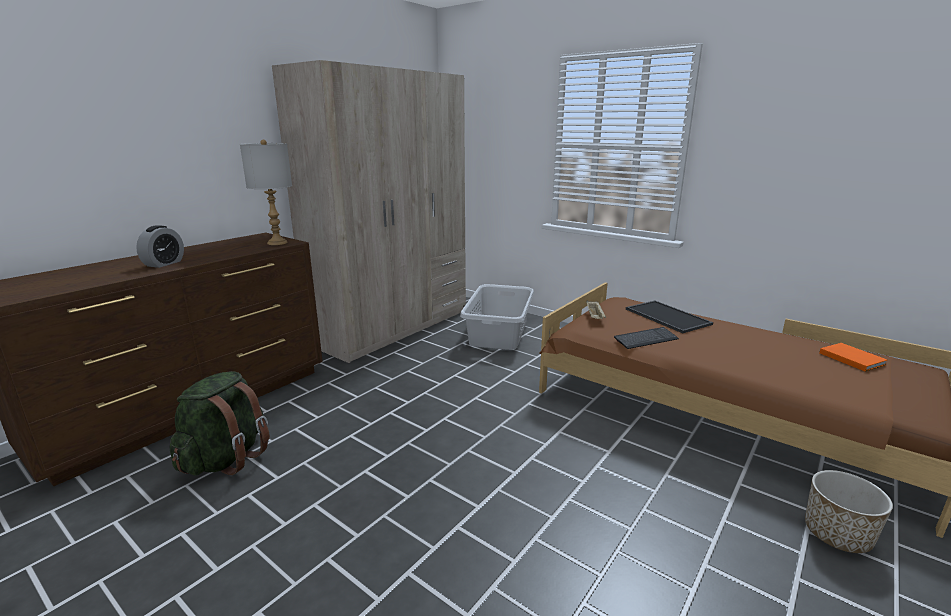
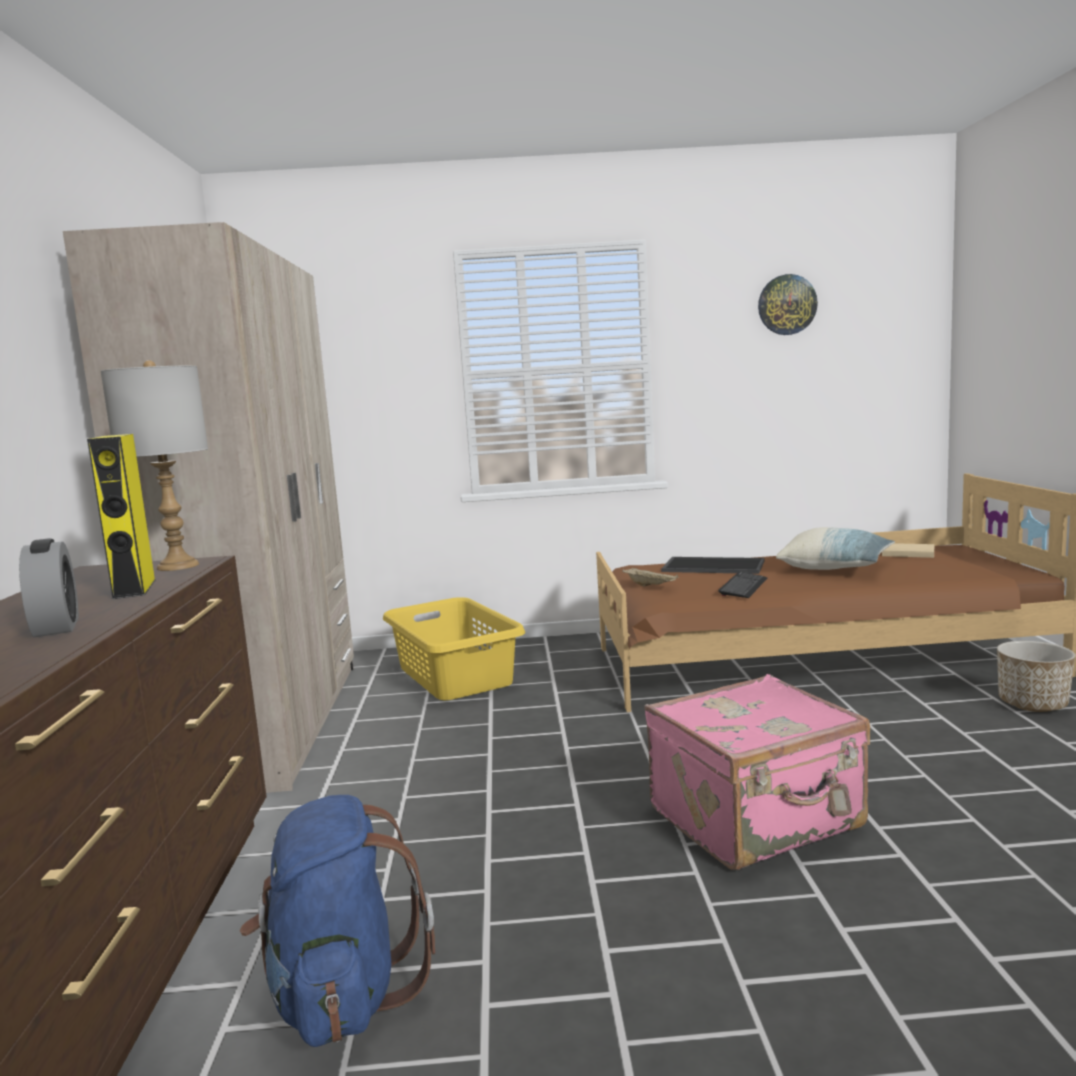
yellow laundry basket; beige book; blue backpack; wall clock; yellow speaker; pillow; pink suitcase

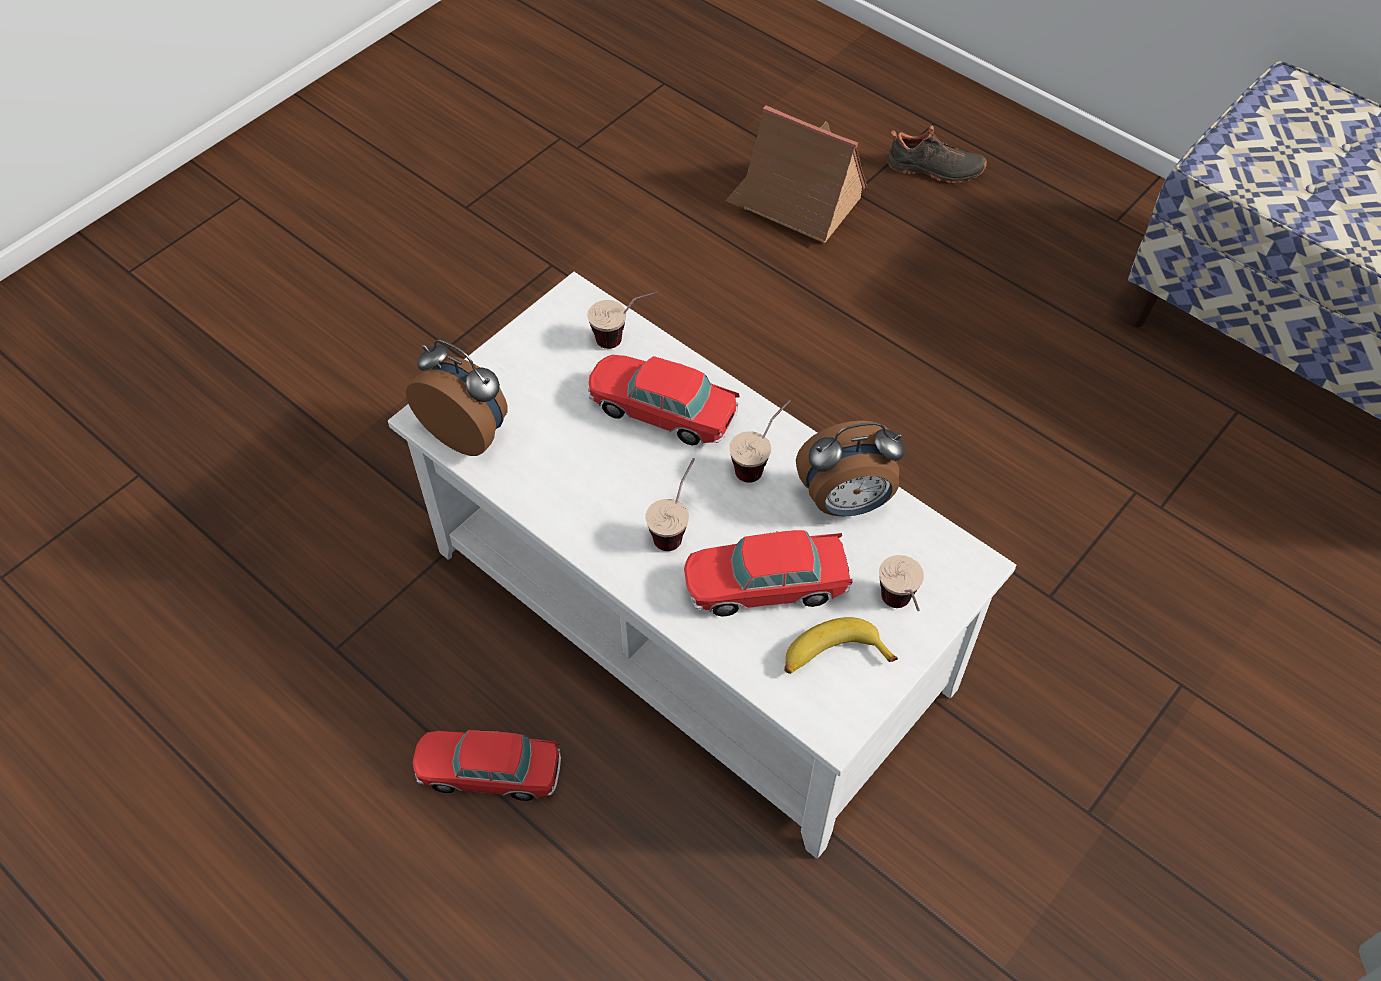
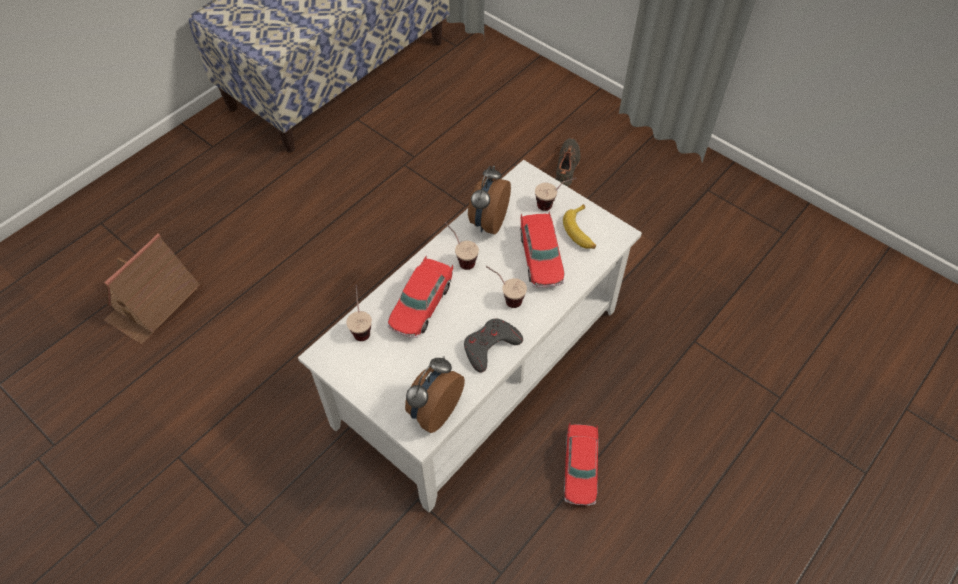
black shoe; alarm clock (2nd from left); grey game controller

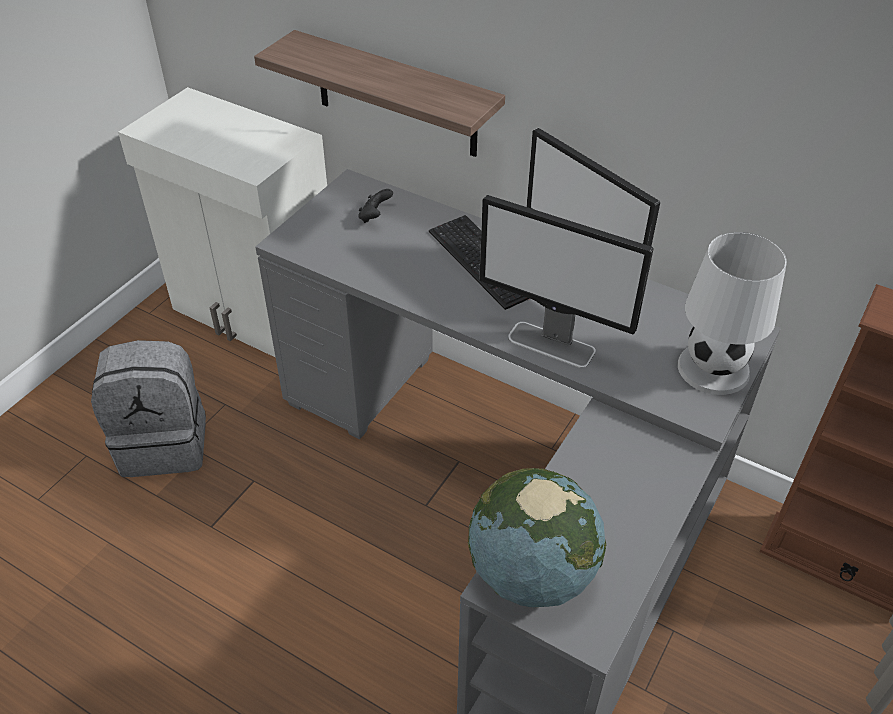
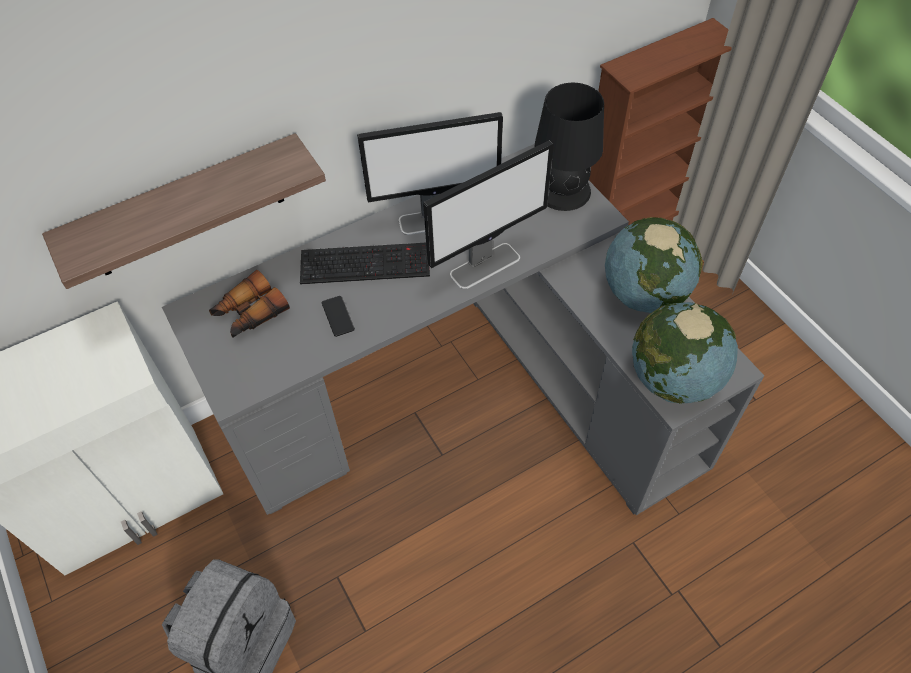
binoculars; black table lamp; globe (1st from left); phone

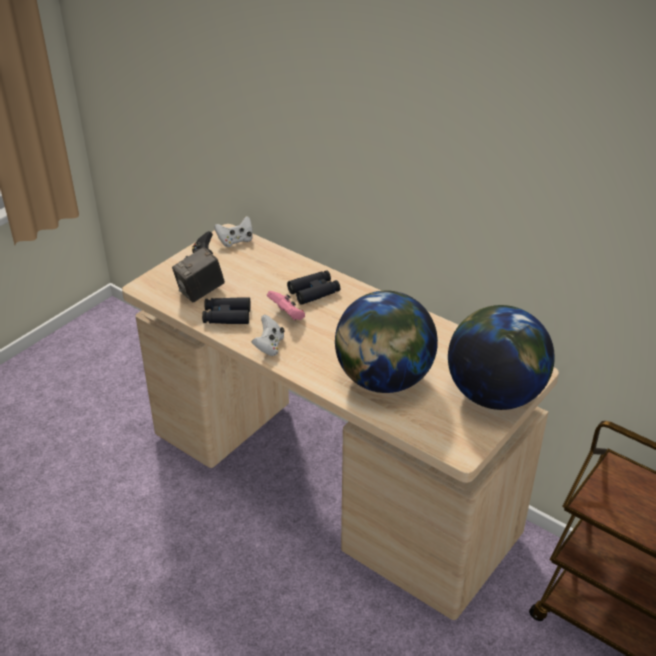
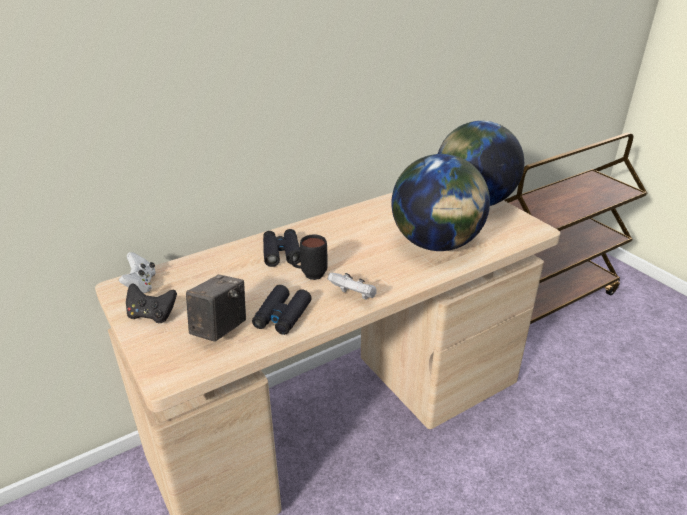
photo camera; black mug

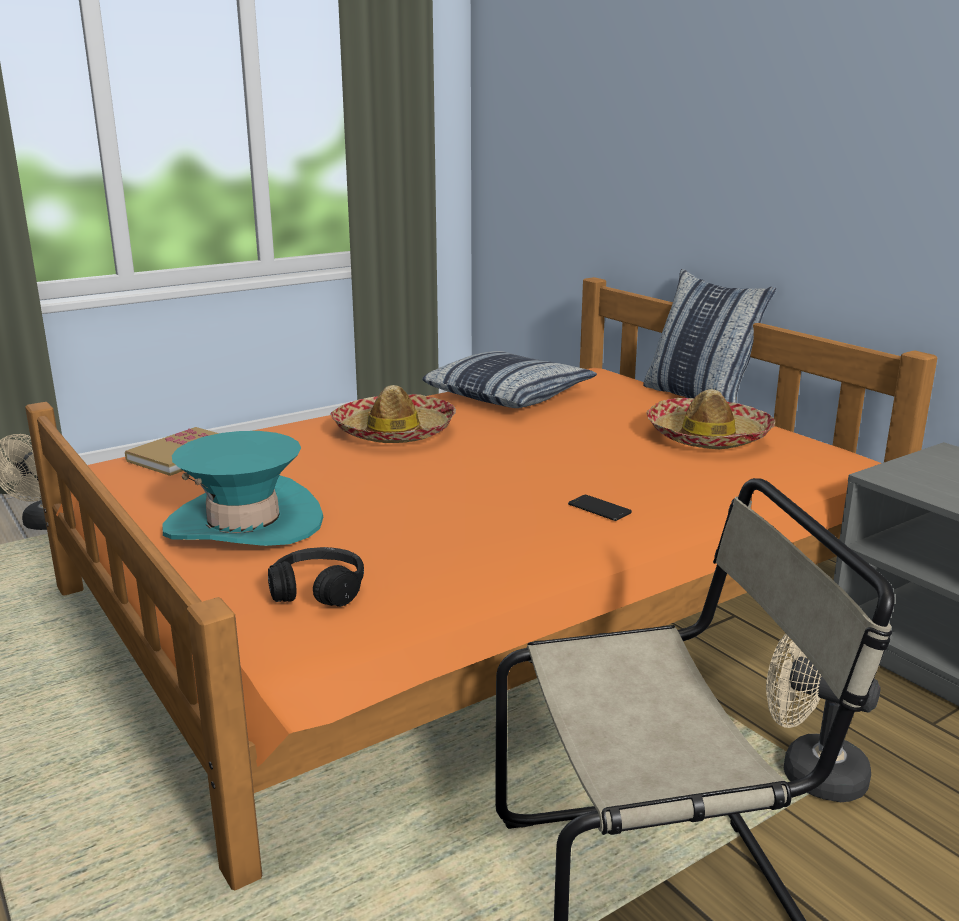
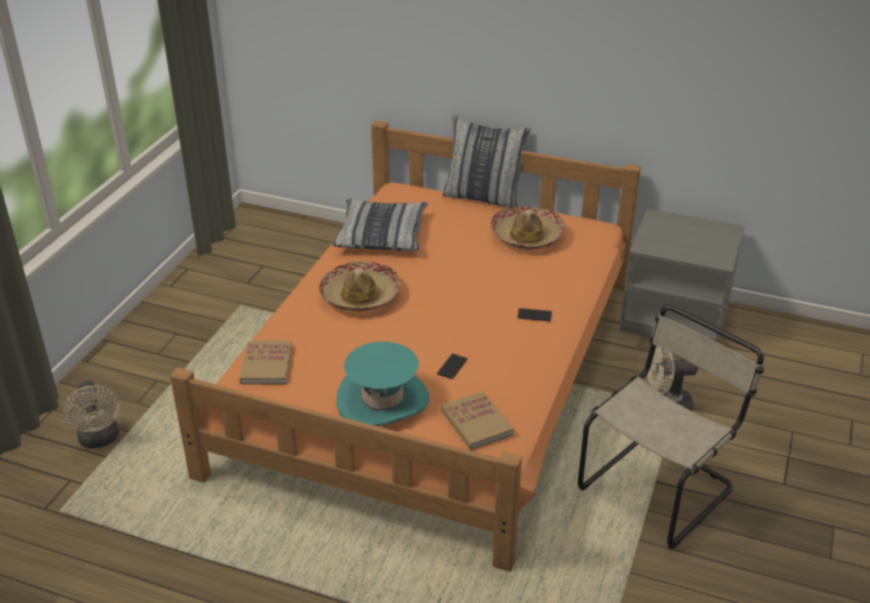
book (2nd from left); phone (1st from left)

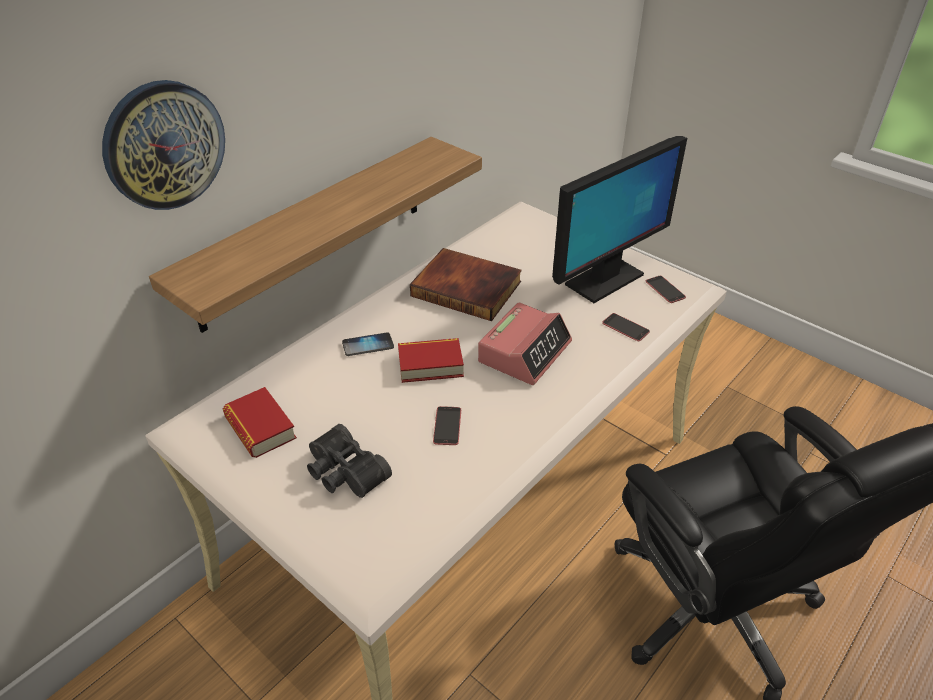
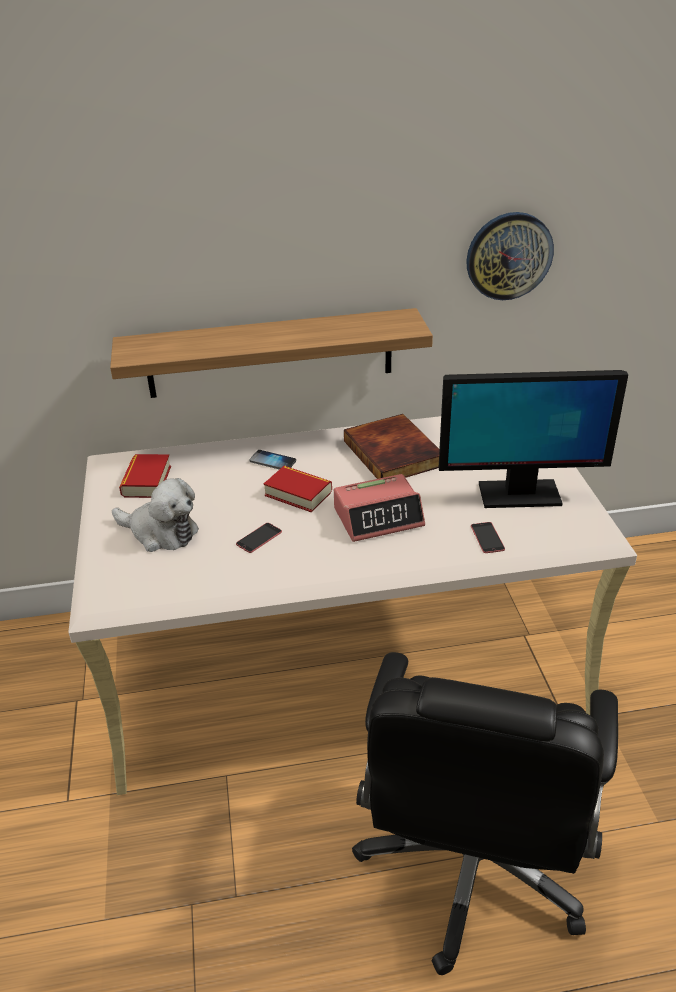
wall clock; phone (4th from left in the first image); plush toy

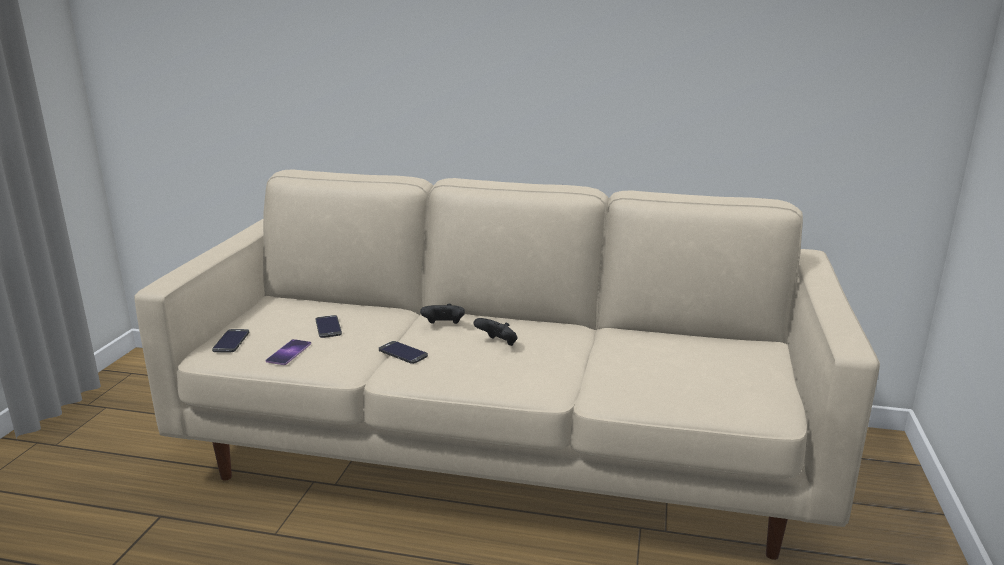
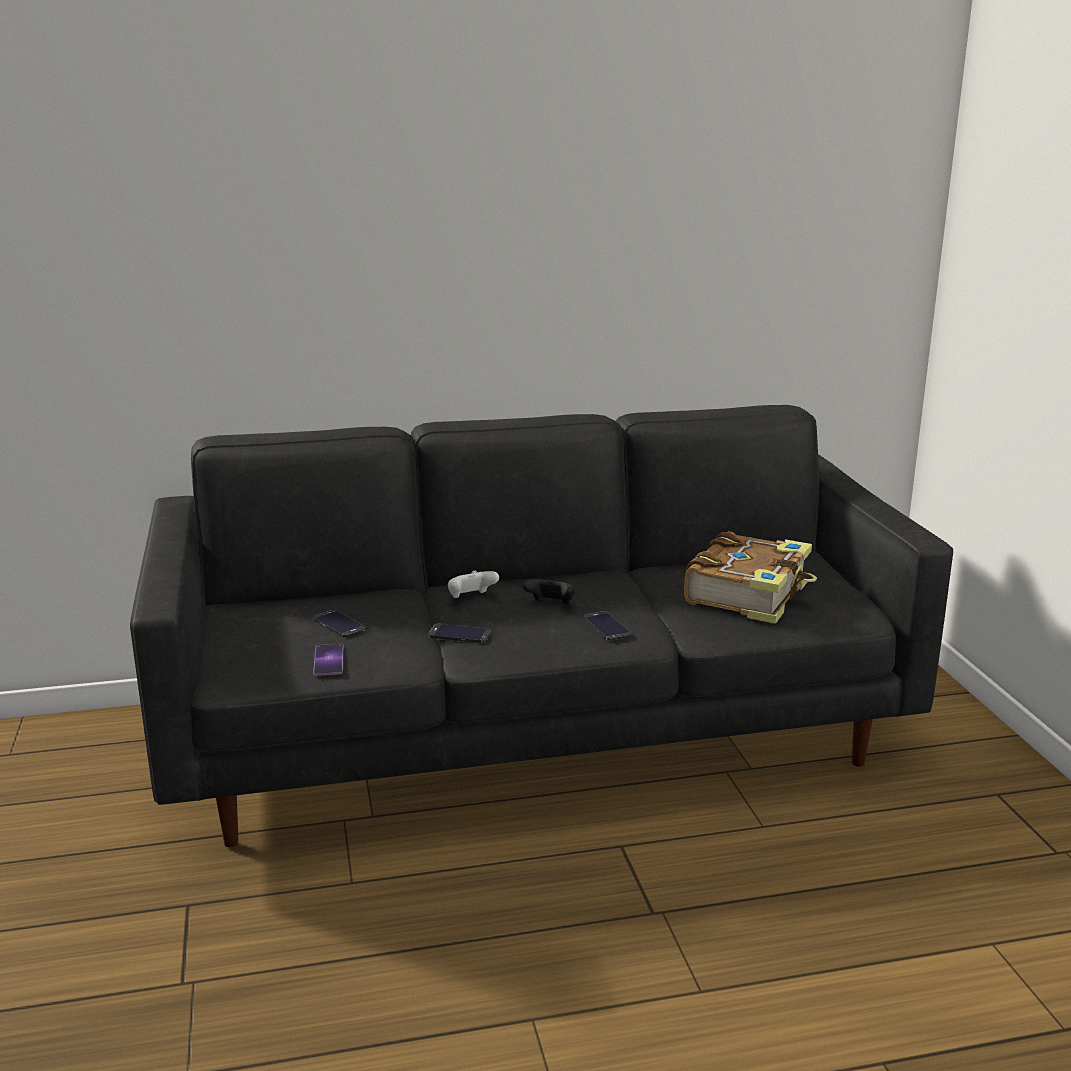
black sofa; white game controller; phone (4th from left); book

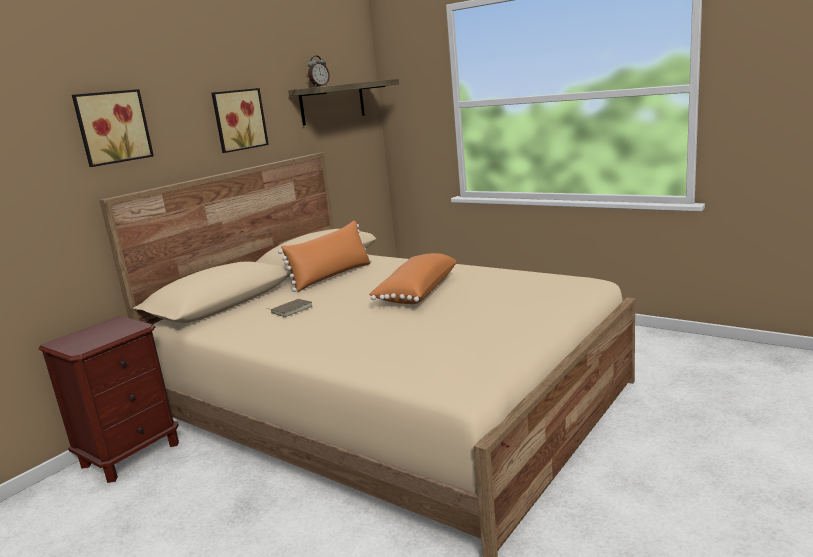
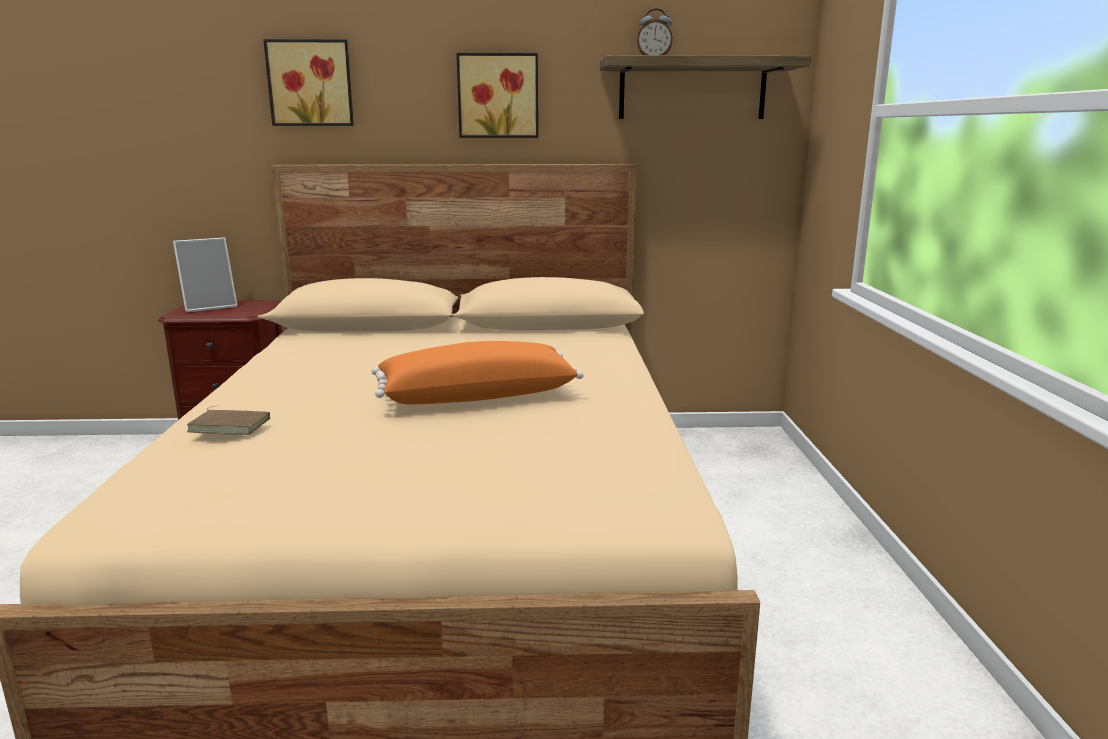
orange pillow (1st from left in the first image); brown book; picture frame

